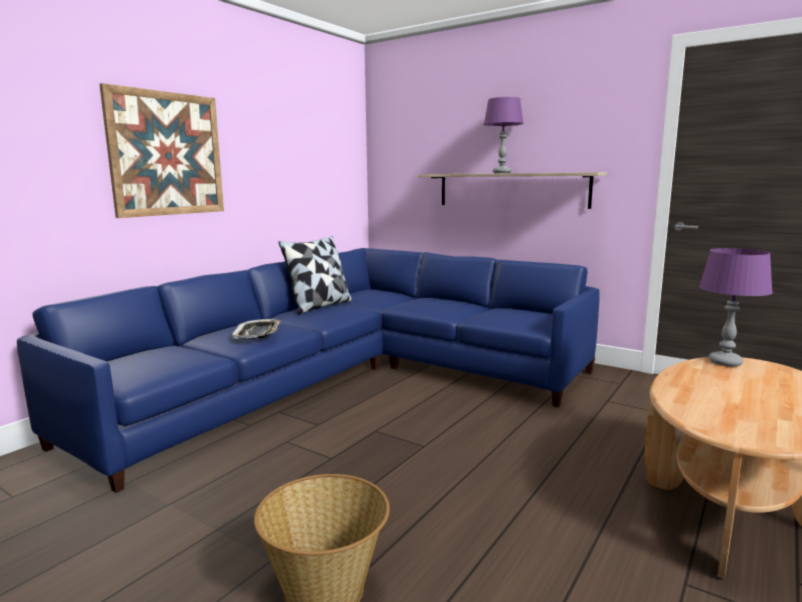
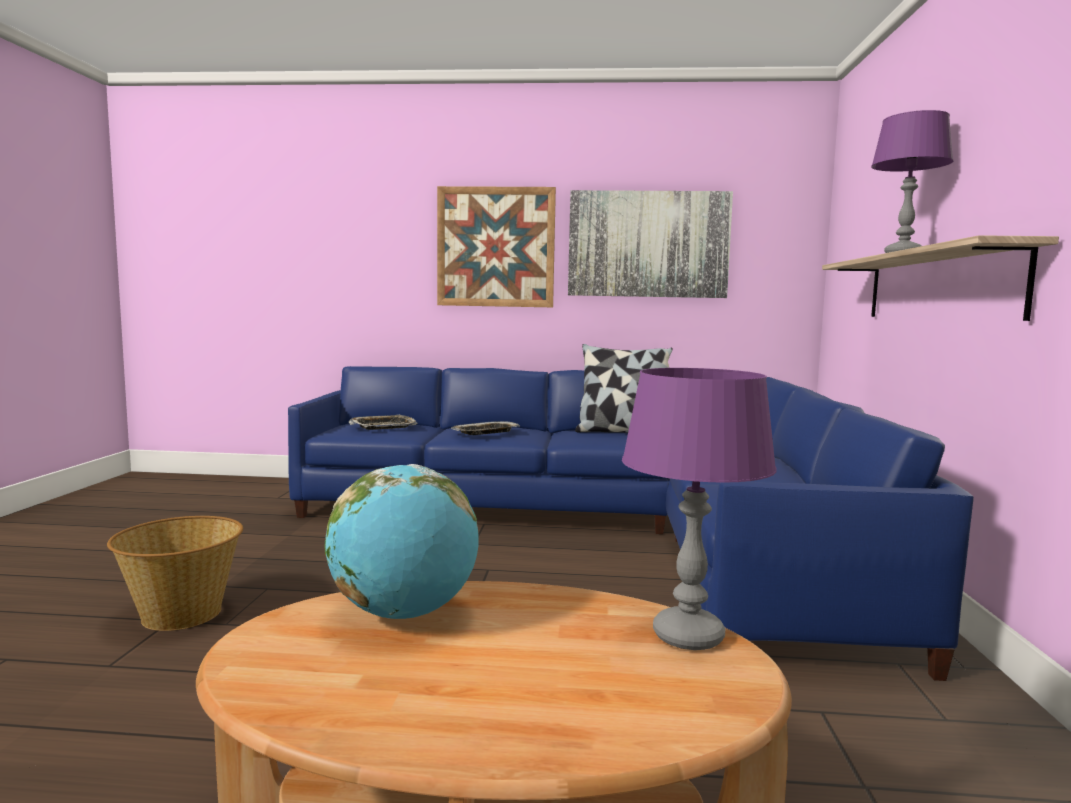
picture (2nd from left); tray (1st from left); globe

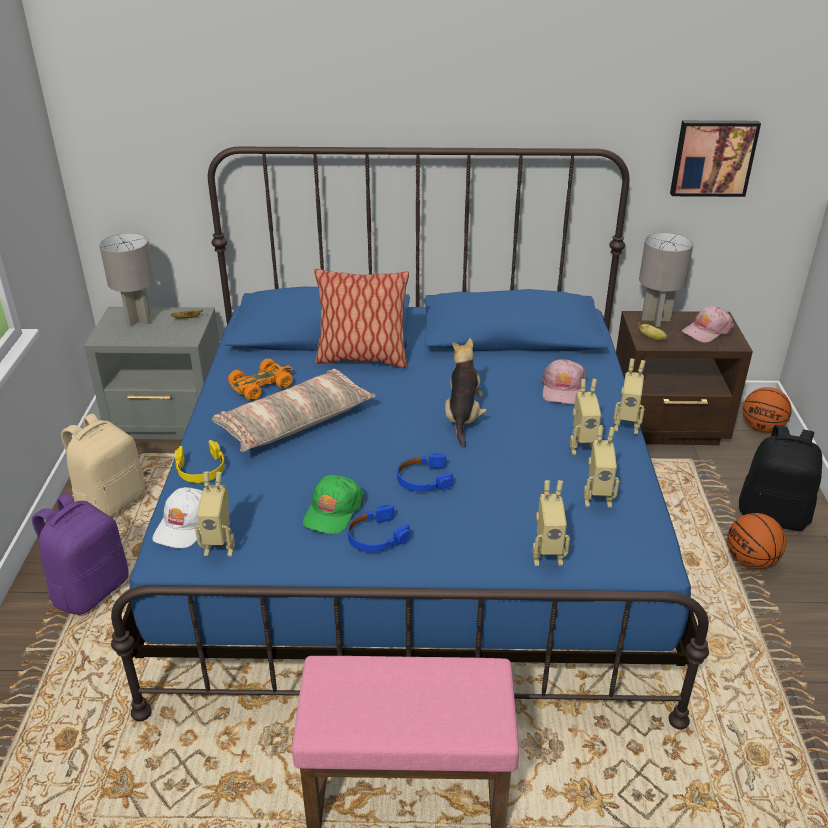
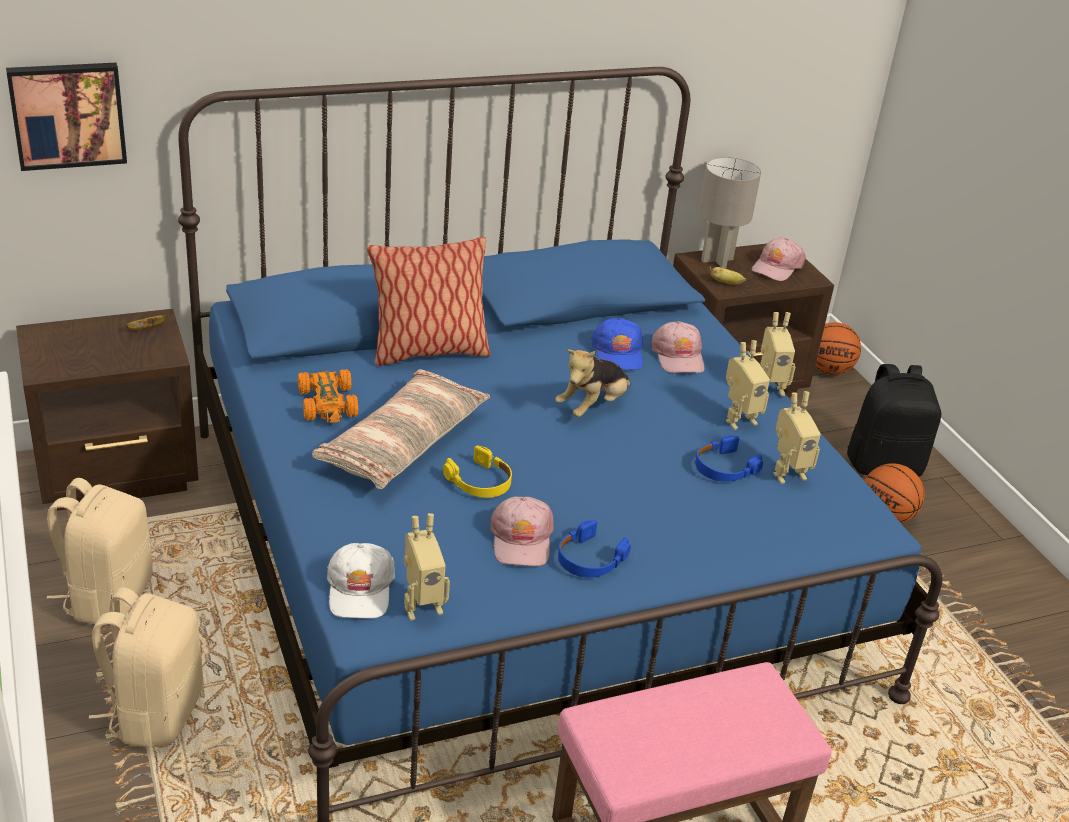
picture; grey table lamp (1st from left in the first image); brown nightstand (1st from left); plush toy; orange toy car; yellow headphones; blue headphones (2nd from left); pink cap (1st from left); toy robot (2nd from left in the first image); beige backpack (2nd from left); blue cap

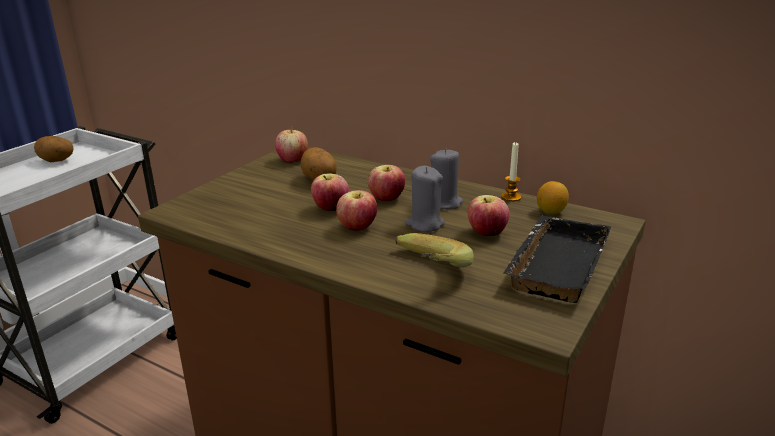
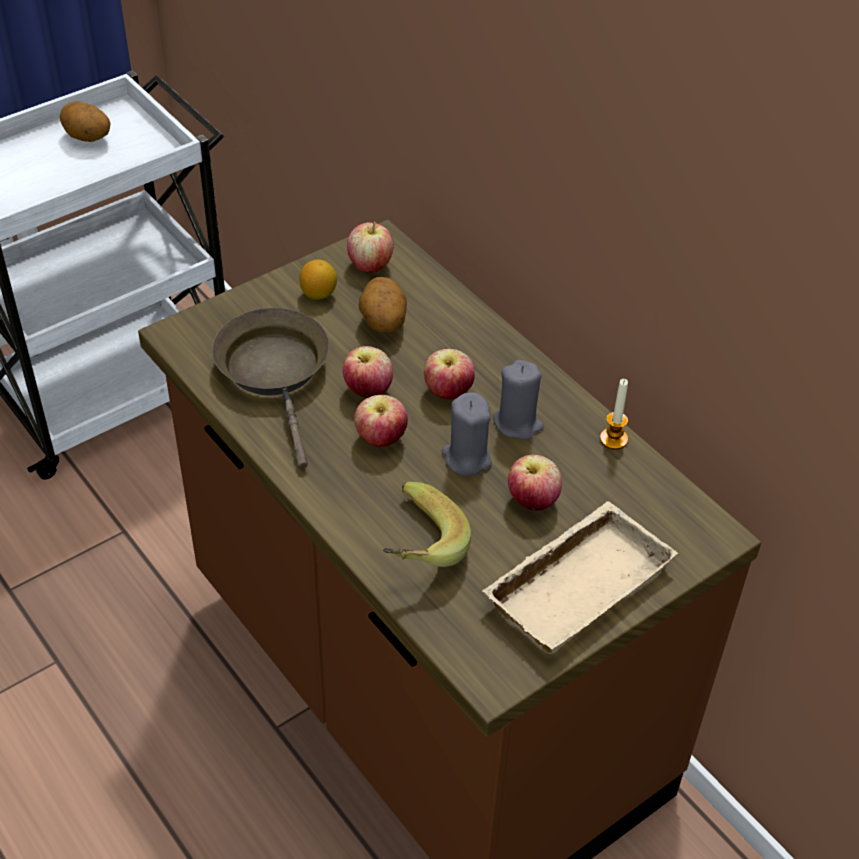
lemon; beige tray; brown frying pan

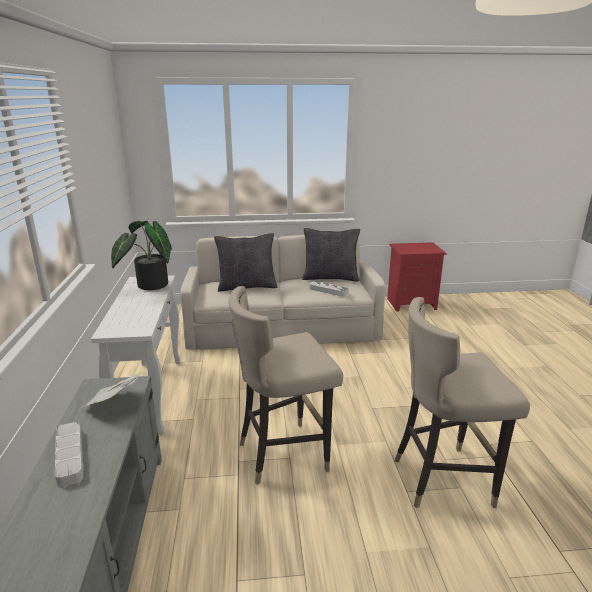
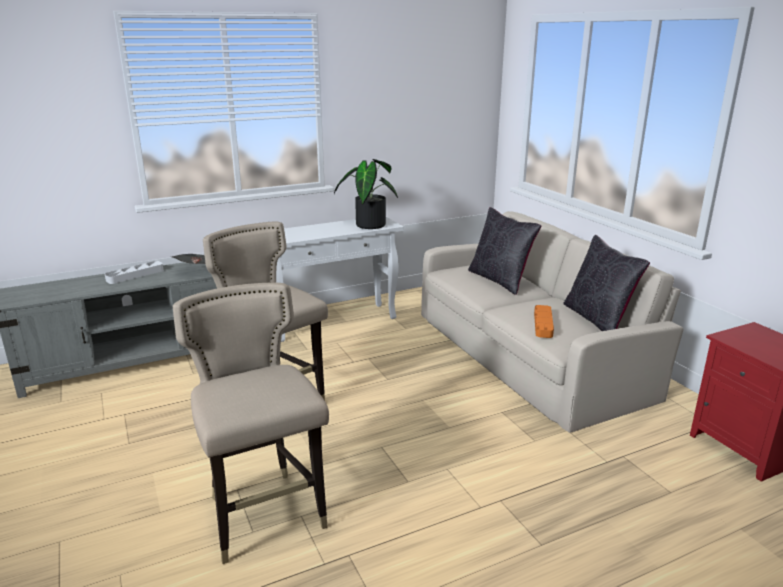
orange tray

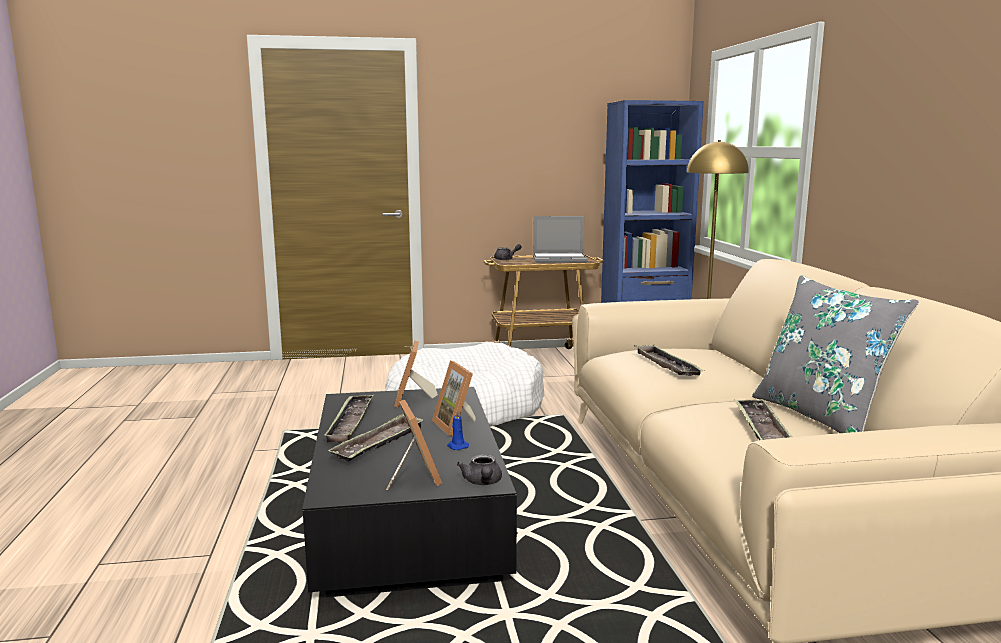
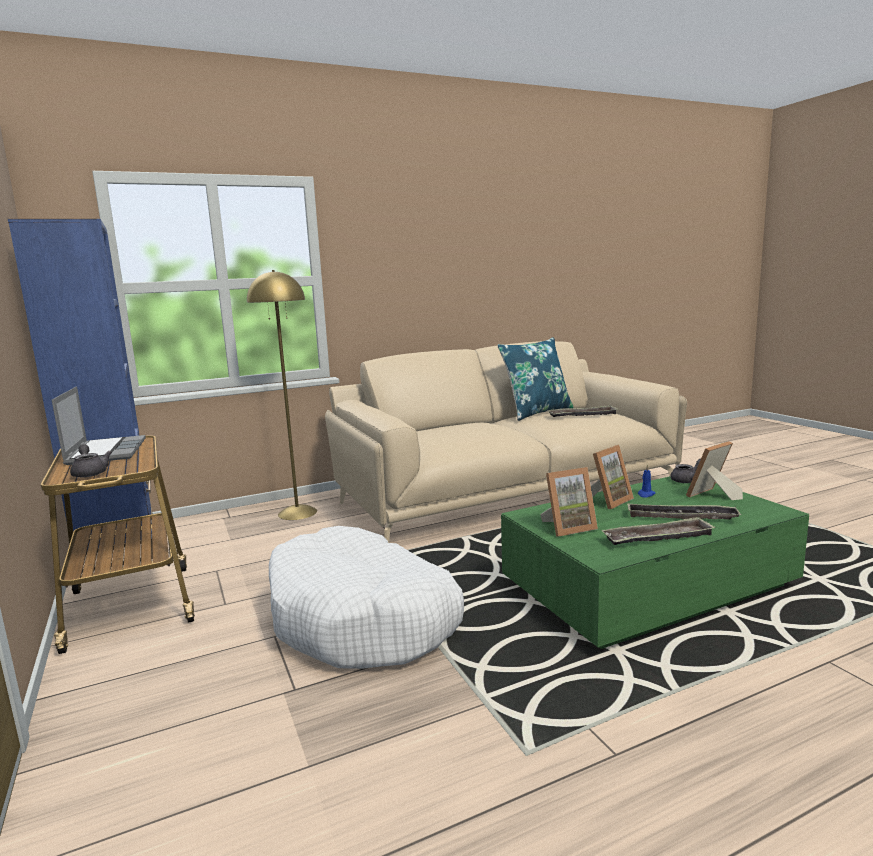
blue pillow; tray (3rd from left in the first image); green coffee table

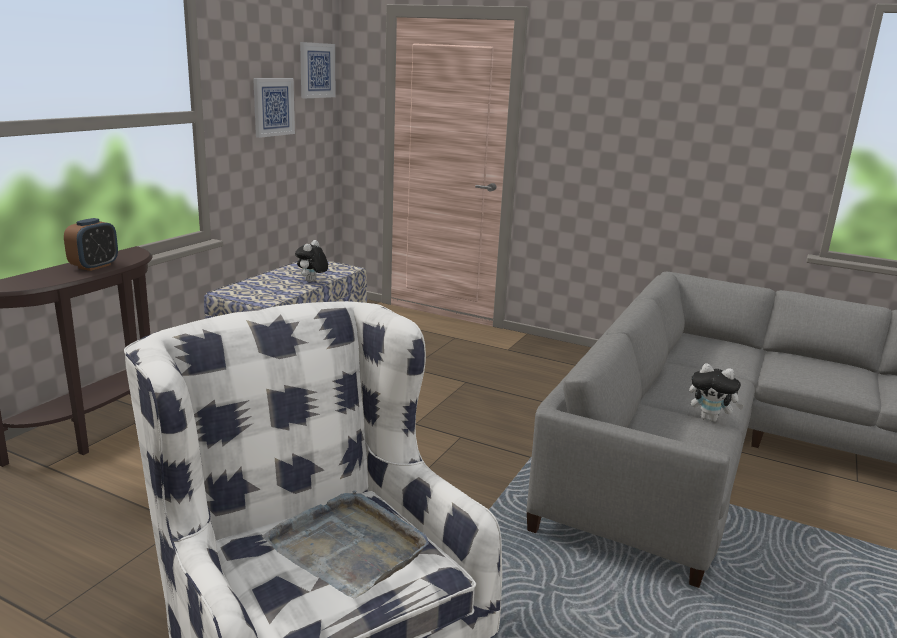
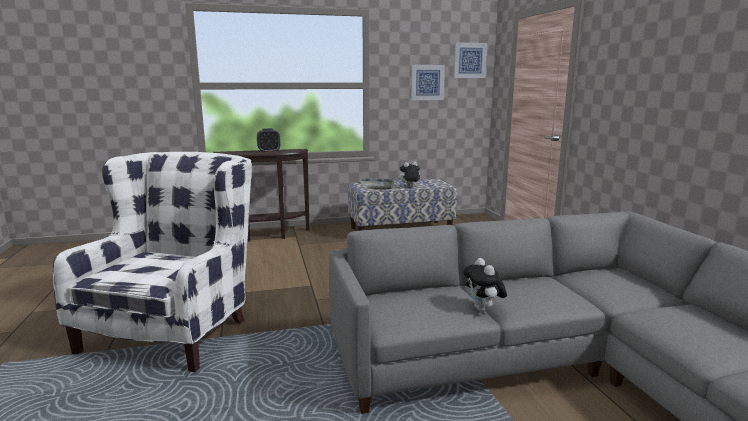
grey tray

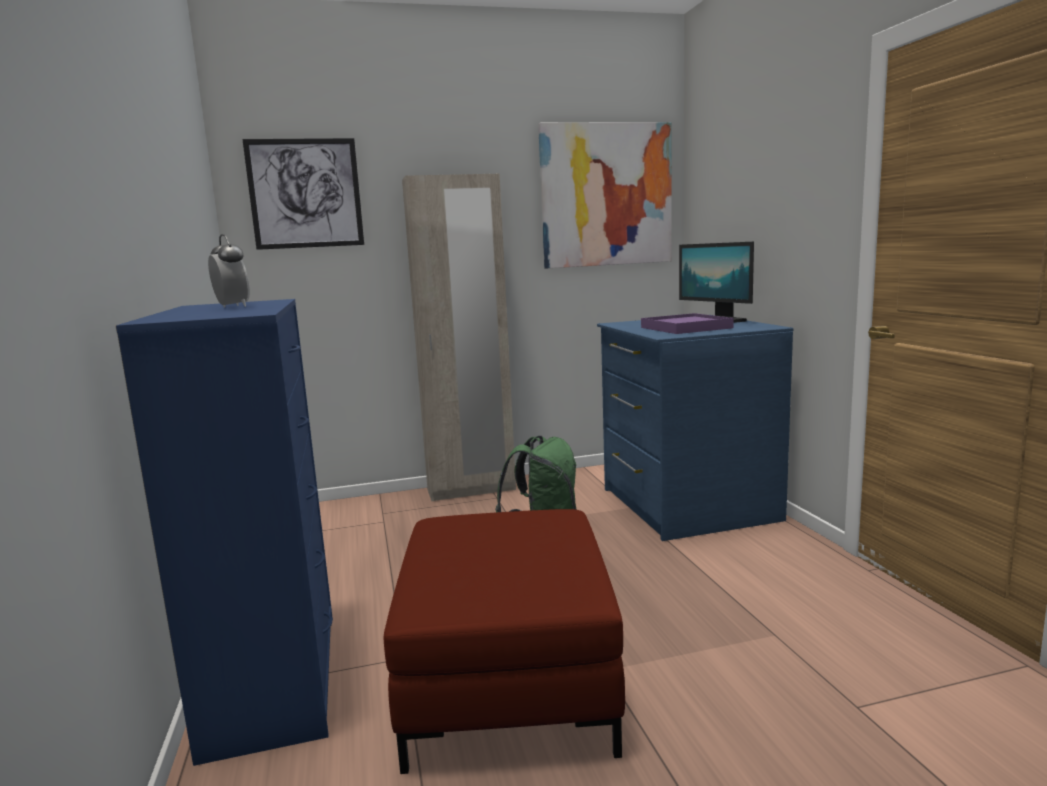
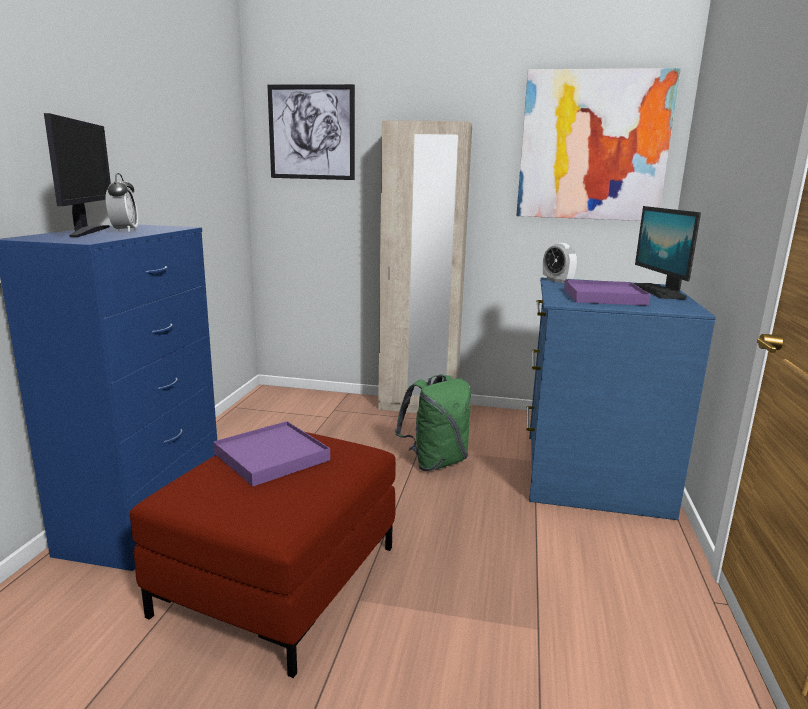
monitor (1st from left); alarm clock (2nd from left); purple tray (1st from left)

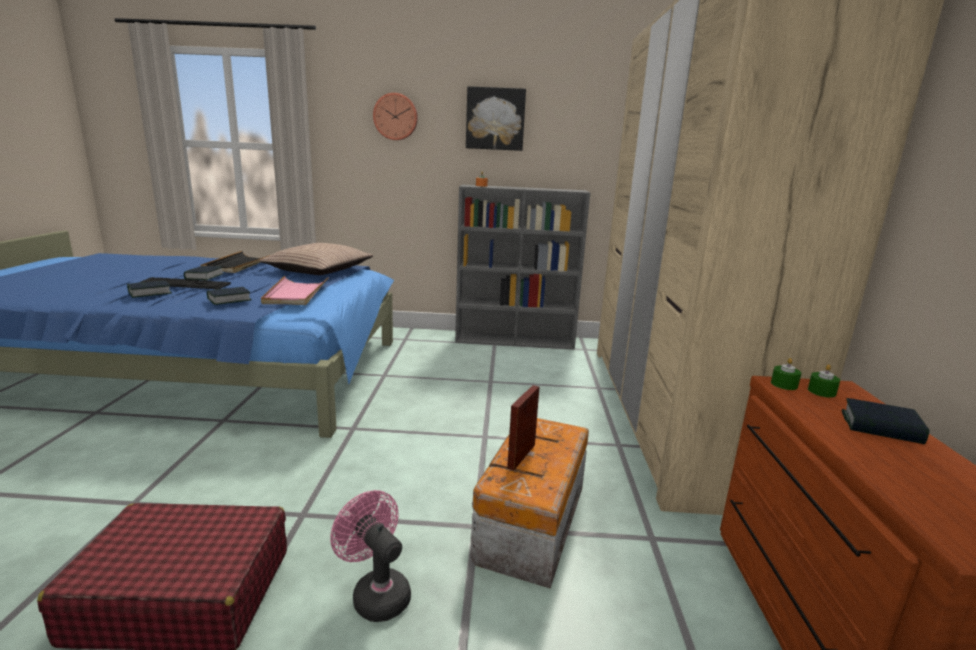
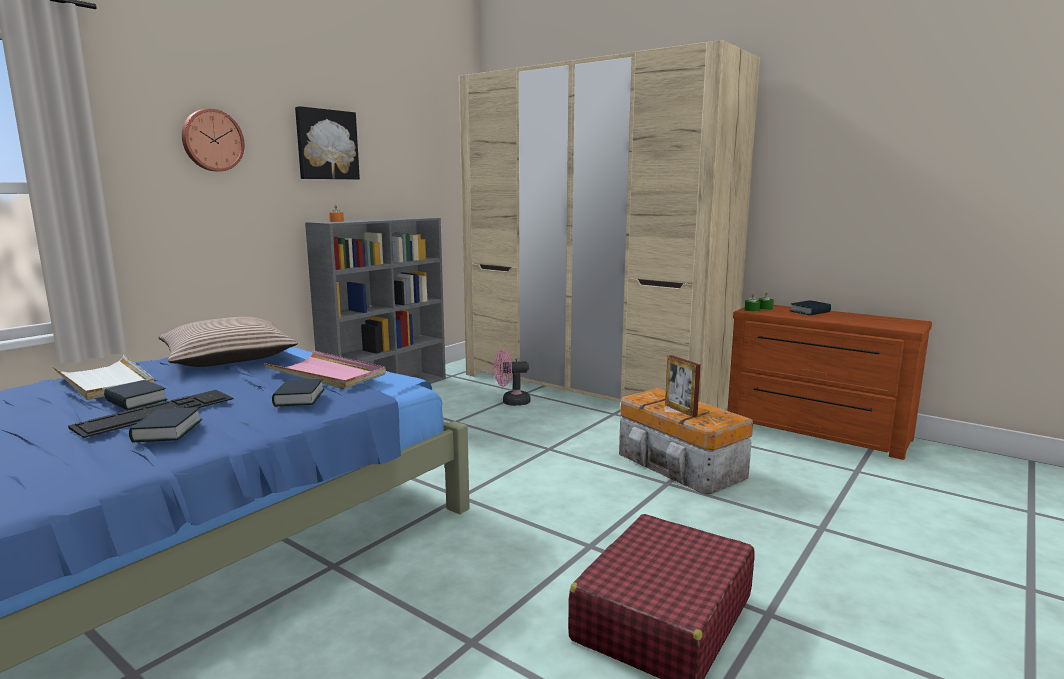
white tray; pink fan

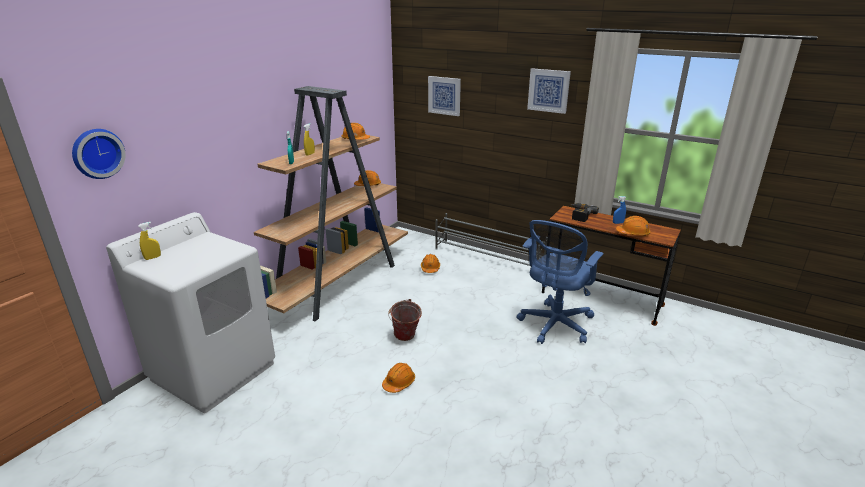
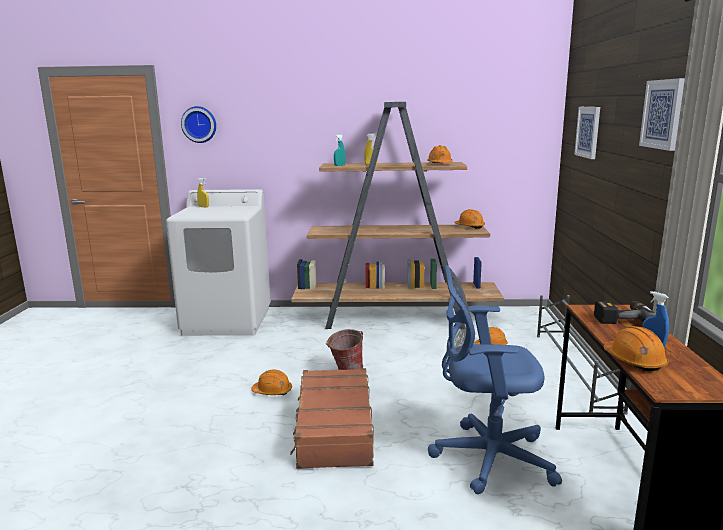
brown suitcase

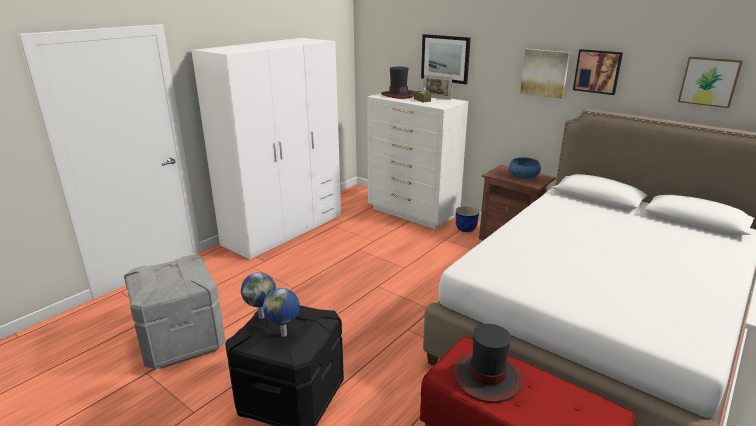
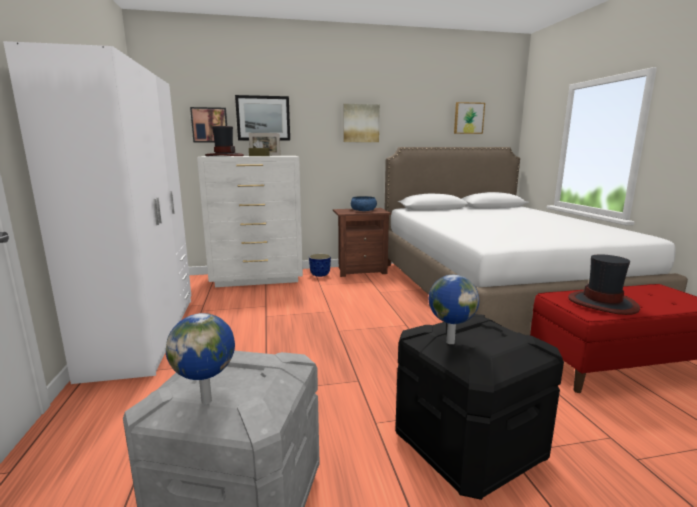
picture (1st from left); globe (1st from left)

